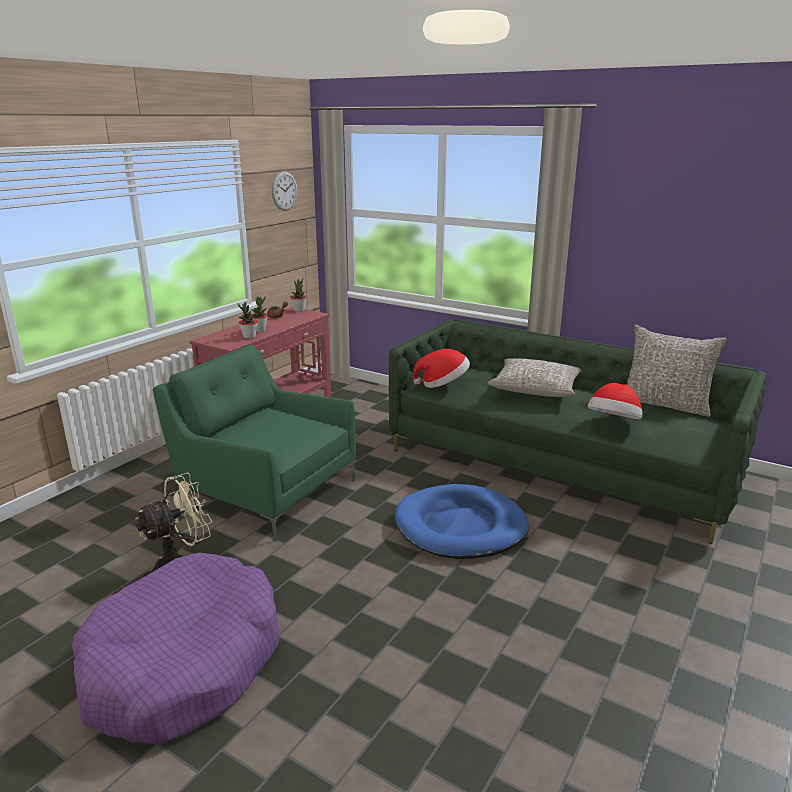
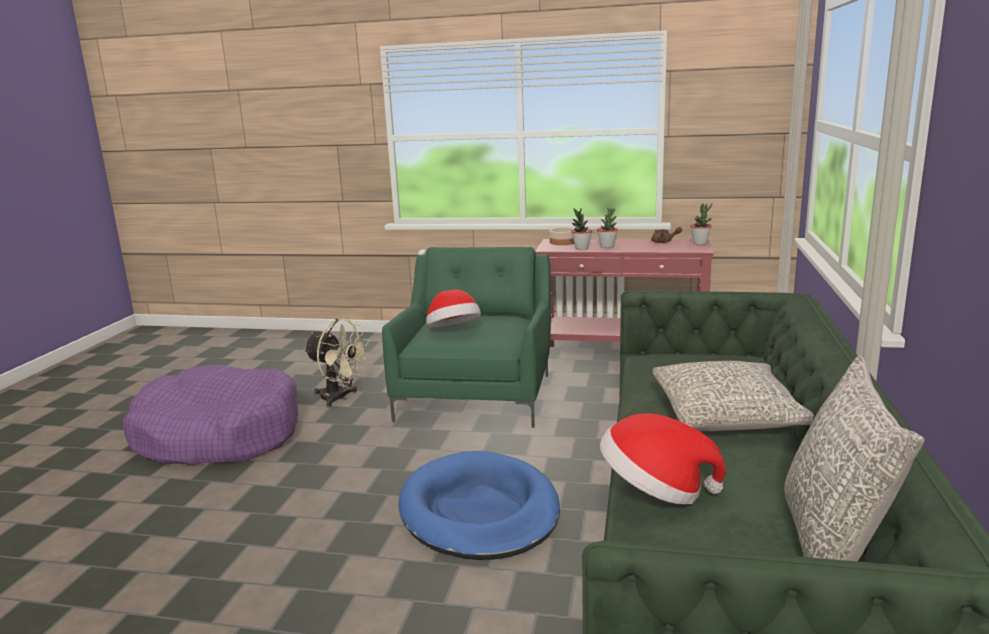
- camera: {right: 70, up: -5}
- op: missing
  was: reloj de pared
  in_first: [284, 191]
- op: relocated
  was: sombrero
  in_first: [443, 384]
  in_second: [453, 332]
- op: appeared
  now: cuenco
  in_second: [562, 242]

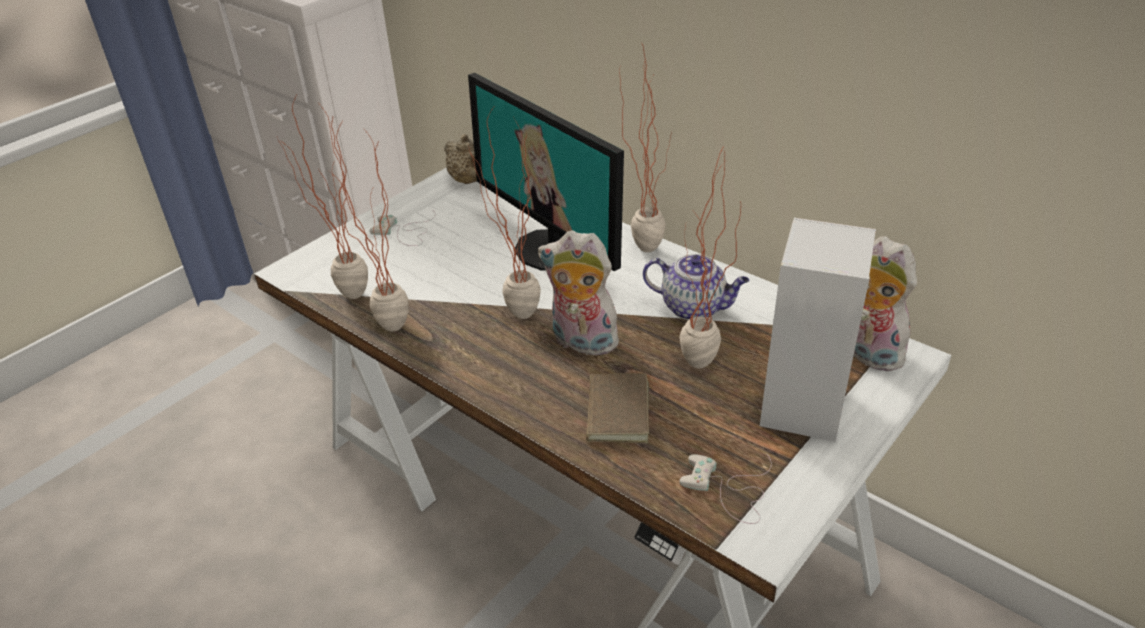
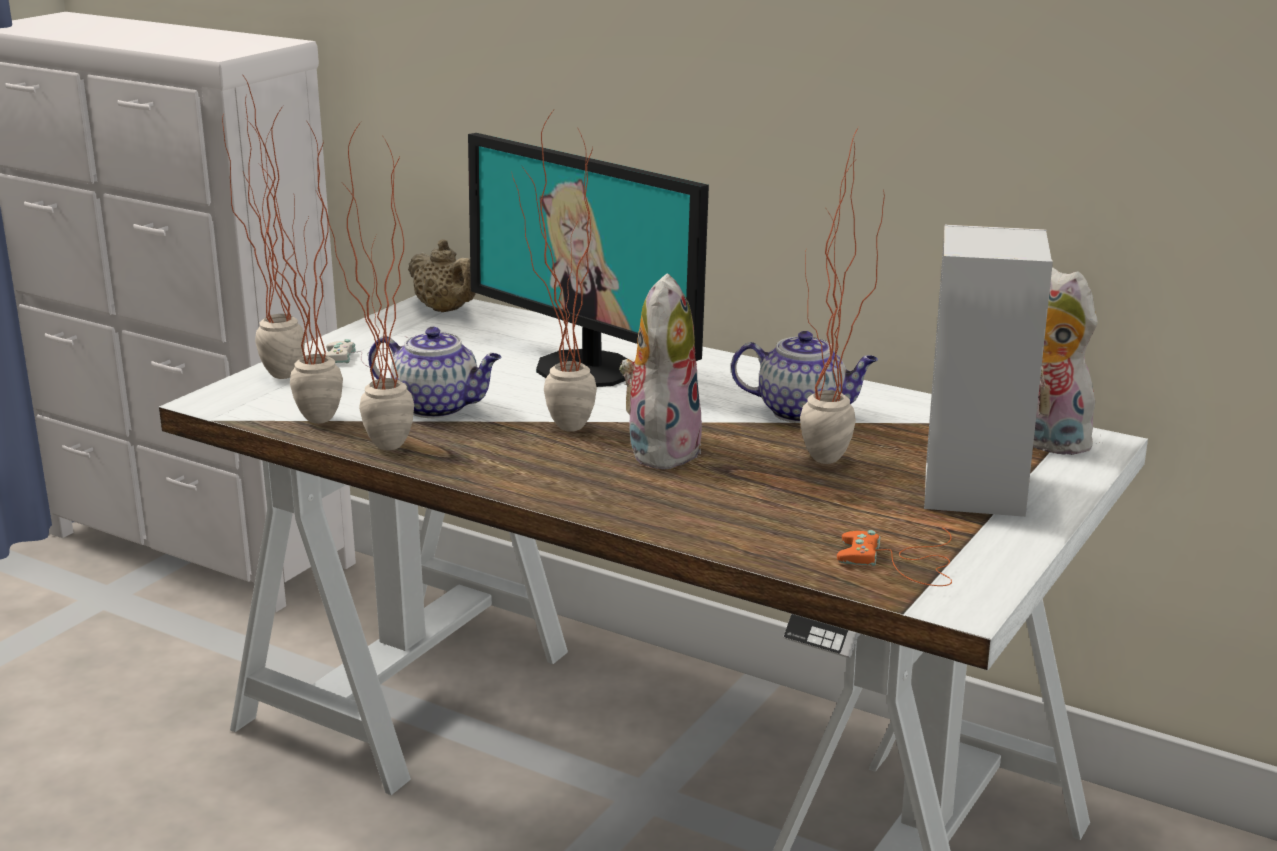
- camera: {right: -10, up: -15}
- op: spun
  was: peluche
  in_first: [581, 342]
  in_second: [660, 449]
  clockwise: 90
- op: missing
  was: libro/marrón
  in_first: [614, 411]
- op: relocated
  was: planta en maceta
  in_first: [643, 243]
  in_second: [279, 370]
- op: colour
  was: mando de consola/blanco
  now: mando de consola/naranja
  in_first: [729, 490]
  in_second: [903, 563]
- op: appeared
  now: tetera
  in_second: [439, 407]

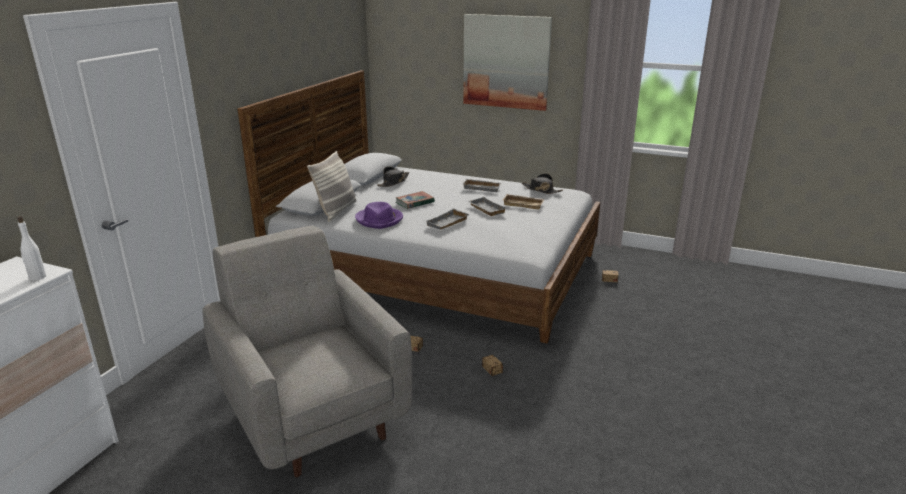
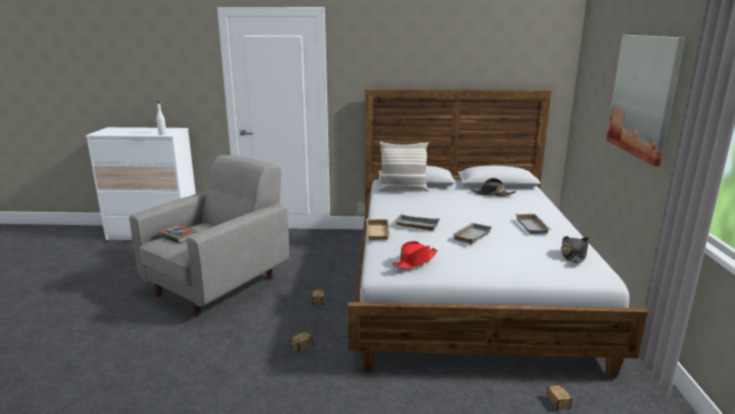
- camera: {right: 70, up: -5}
- op: missing
  was: sombrero/morado
  in_first: [379, 220]
- op: relocated
  was: libro
  in_first: [415, 202]
  in_second: [178, 236]
- op: relocated
  was: bandeja/beis
  in_first: [524, 204]
  in_second: [379, 232]
- op: appeared
  now: sombrero/rojo
  in_second: [415, 261]

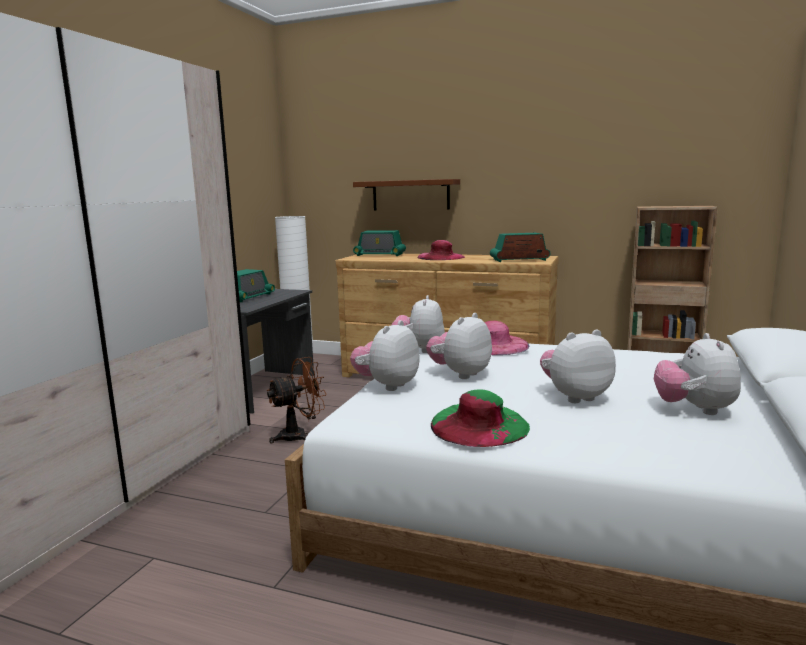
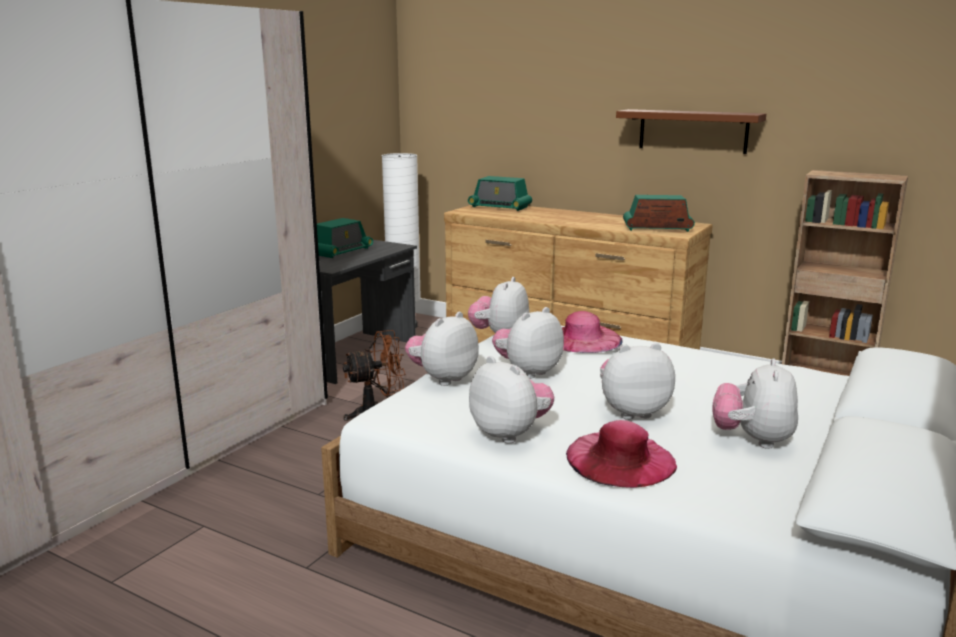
- camera: {right: 10, up: 5}
- op: relocated
  was: estante/marrón
  in_first: [410, 195]
  in_second: [693, 131]
- op: relocated
  was: sombrero/rosa
  in_first: [441, 257]
  in_second: [620, 459]
- op: exchanged
  was: sombrero/verde
  now: peluche
  in_first: [479, 425]
  in_second: [510, 434]

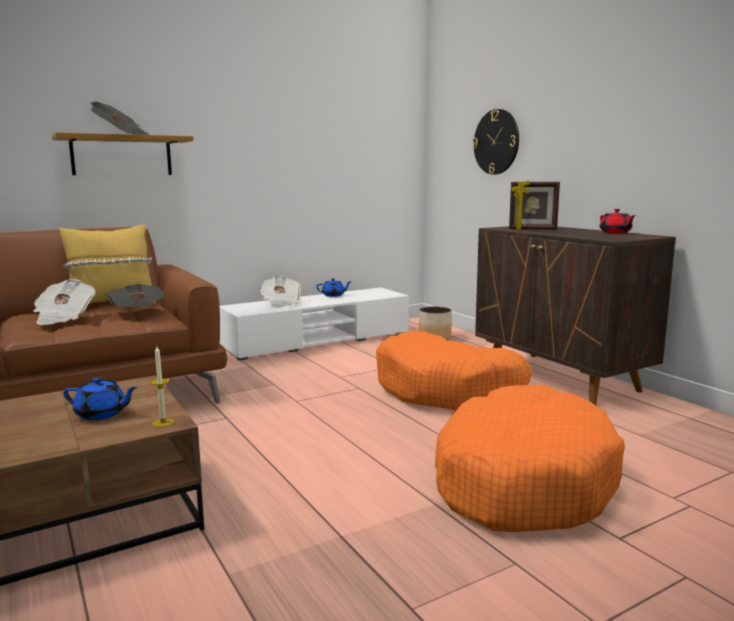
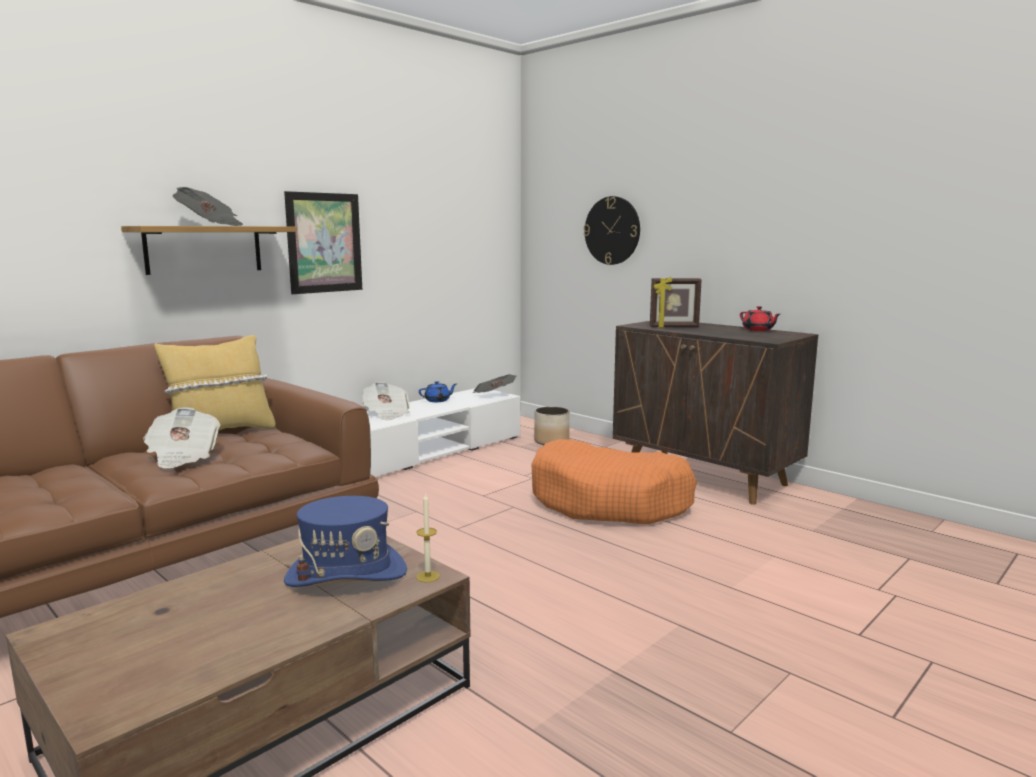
- camera: {right: -15, up: 0}
- op: exchanged
  was: tetera/azul
  now: sombrero/azul
  in_first: [101, 414]
  in_second: [346, 574]
- op: relocated
  was: periódico
  in_first: [137, 312]
  in_second: [494, 396]
- op: missing
  was: cama para perro/naranja
  in_first: [521, 480]
- op: appeared
  now: cuadro
  in_second: [324, 243]

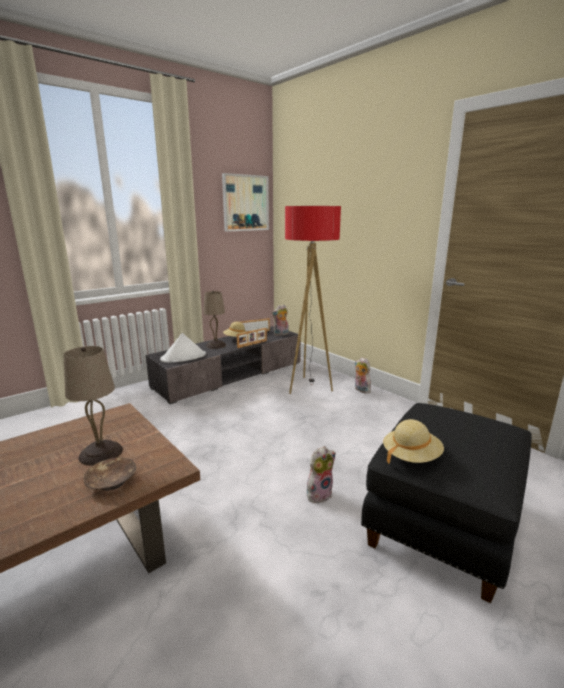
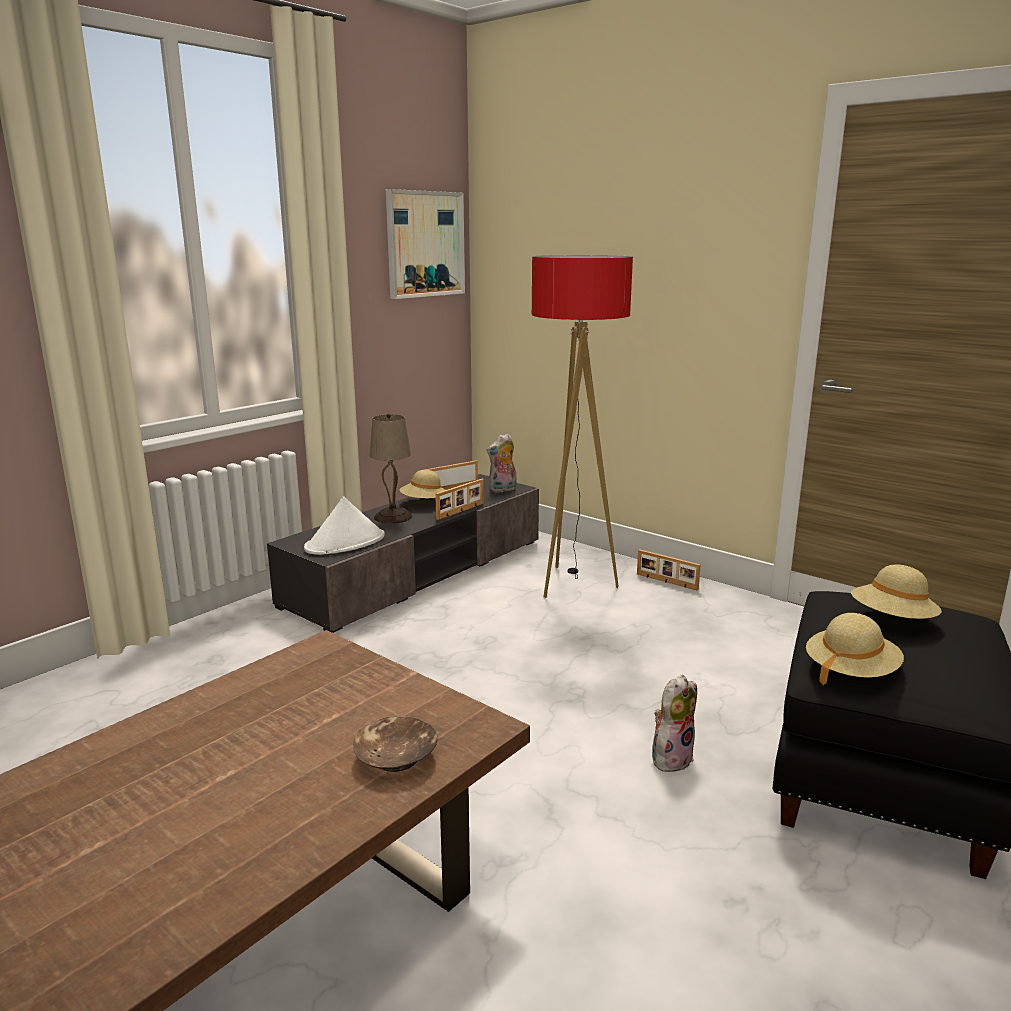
- camera: {right: -10, up: 0}
- op: missing
  was: lámpara de mesa/beis
  in_first: [100, 453]
- op: exchanged
  was: peluche
  now: portarretratos
  in_first: [361, 390]
  in_second: [666, 582]
- op: appeared
  now: sombrero/beis
  in_second: [892, 620]

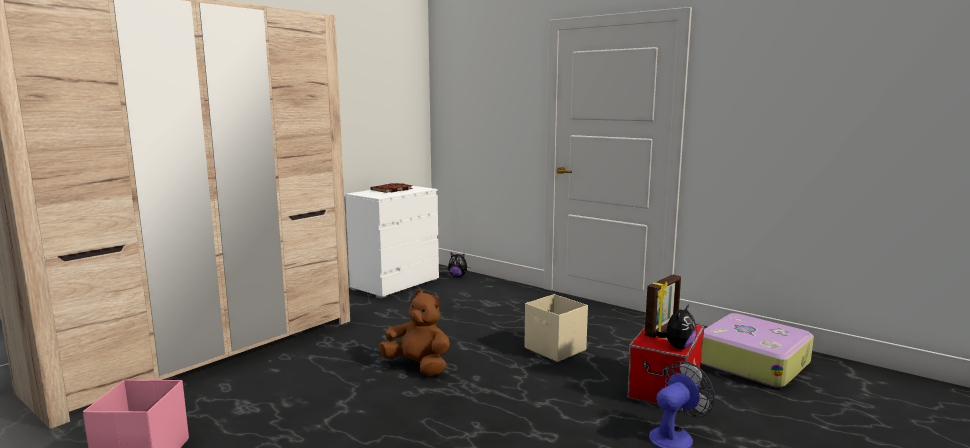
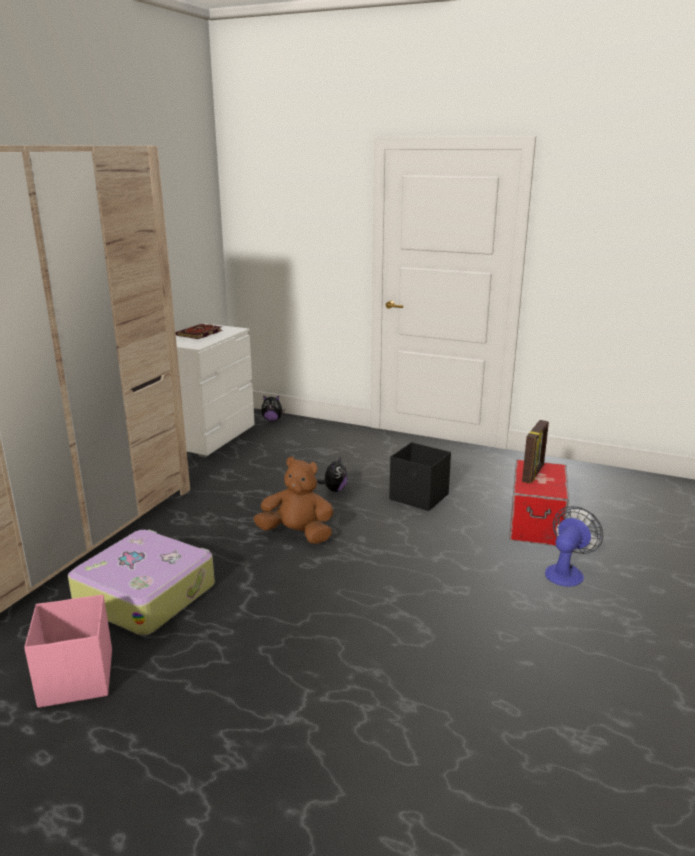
- camera: {right: -15, up: 10}
- op: colour
  was: caja de almacenaje/beis
  now: caja de almacenaje/negro
  in_first: [555, 349]
  in_second: [419, 497]
- op: relocated
  was: peluche
  in_first: [677, 347]
  in_second: [334, 490]
- op: relocated
  was: maleta
  in_first: [752, 362]
  in_second: [146, 594]

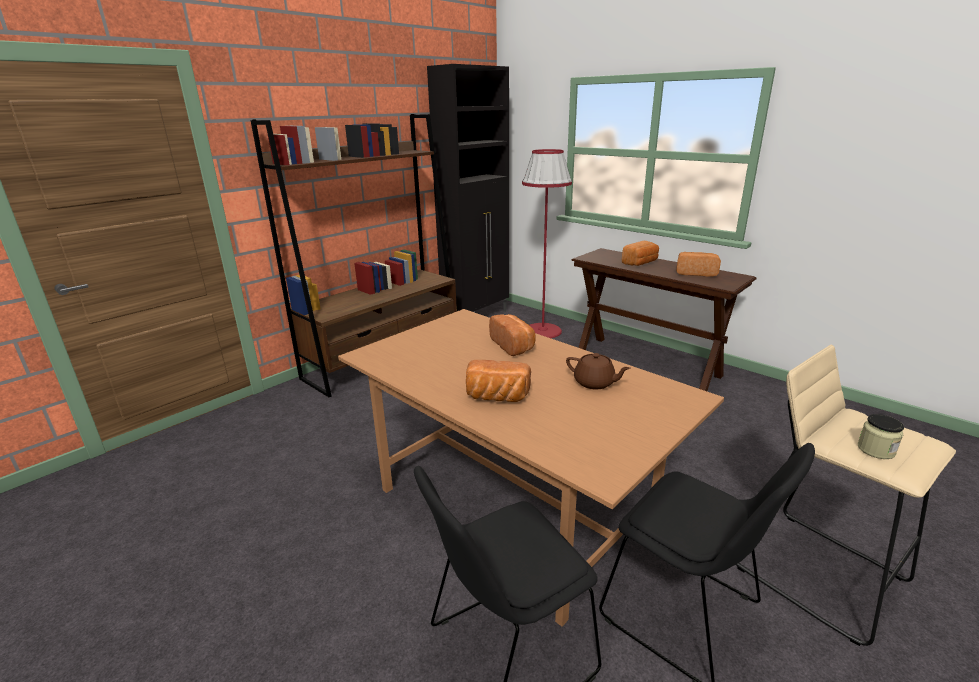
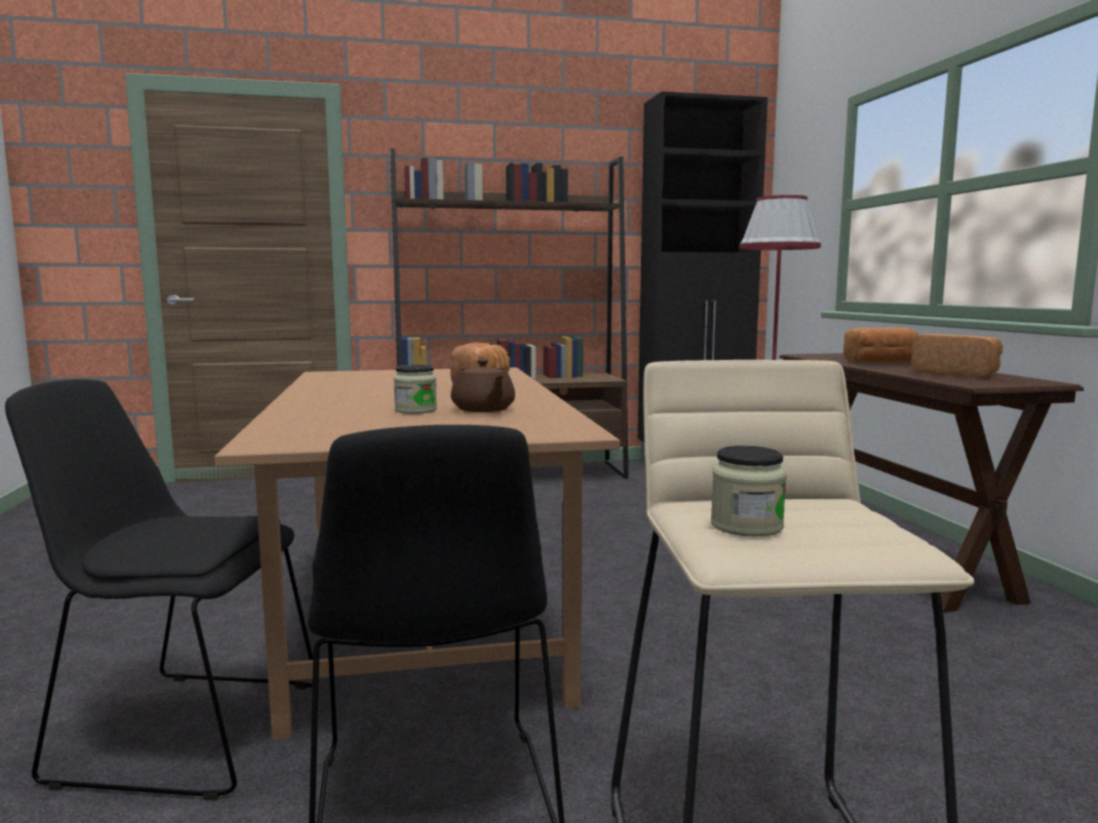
- camera: {right: 35, up: -15}
- op: missing
  was: pan
  in_first: [496, 397]
- op: appeared
  now: tarro
  in_second: [416, 410]

